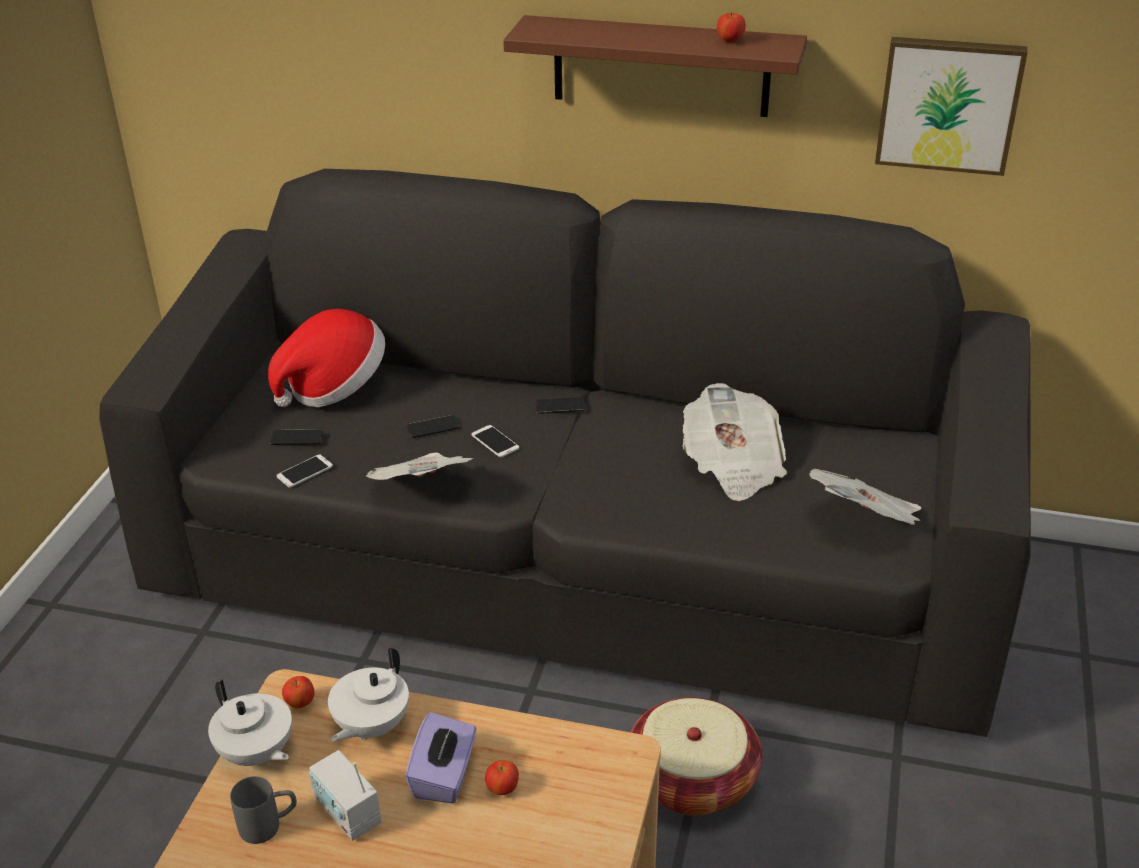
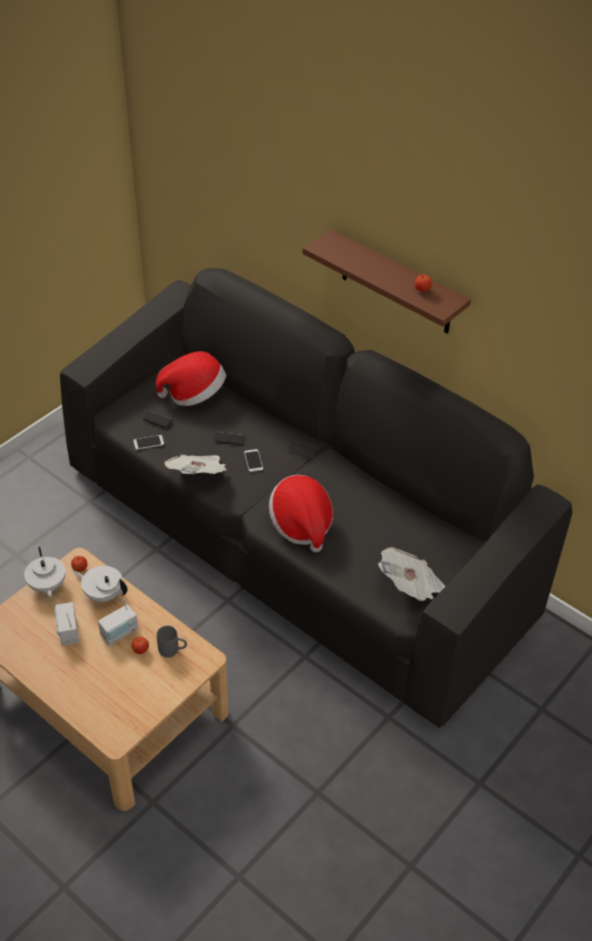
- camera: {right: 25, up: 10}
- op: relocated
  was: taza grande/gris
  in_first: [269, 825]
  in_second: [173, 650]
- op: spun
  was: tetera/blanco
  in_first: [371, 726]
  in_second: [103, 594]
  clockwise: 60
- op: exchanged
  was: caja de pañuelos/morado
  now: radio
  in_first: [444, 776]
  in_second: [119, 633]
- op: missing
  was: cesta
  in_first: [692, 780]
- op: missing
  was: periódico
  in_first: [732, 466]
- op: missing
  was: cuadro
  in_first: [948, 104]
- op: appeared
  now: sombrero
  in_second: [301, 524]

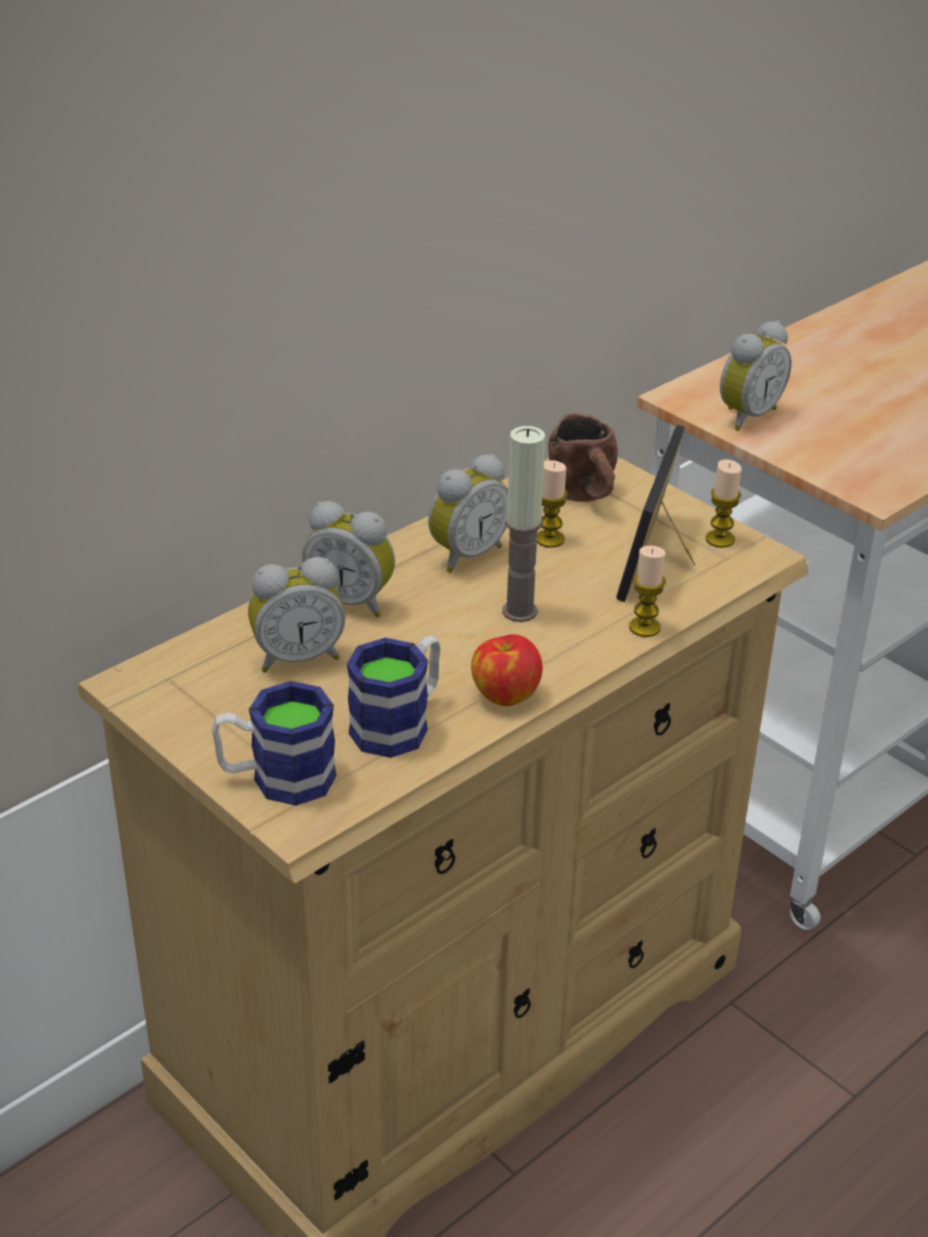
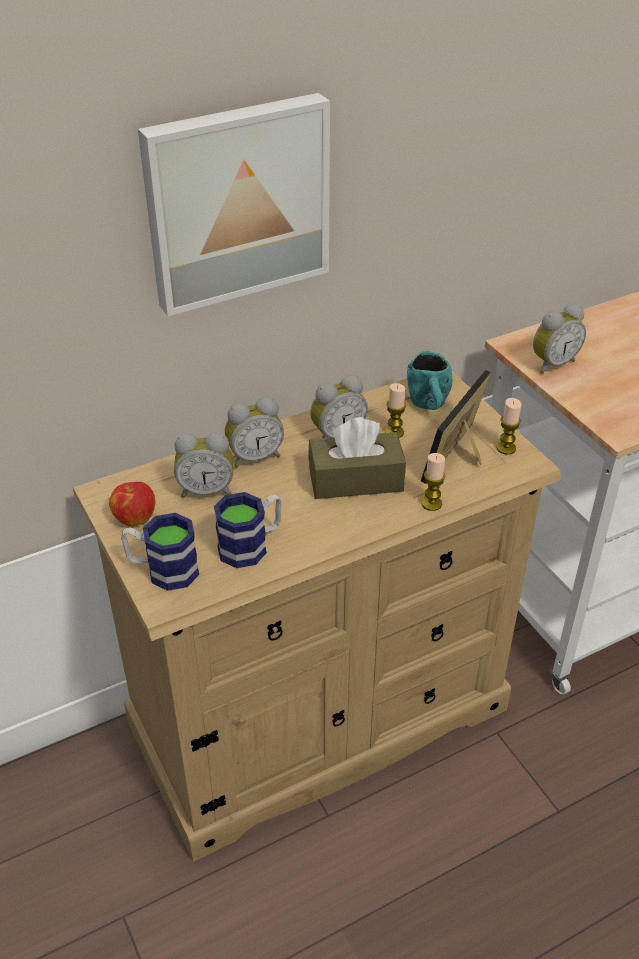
- camera: {right: 15, up: 5}
- op: spun
  was: despertador
  in_first: [352, 601]
  in_second: [254, 457]
  clockwise: -60
- op: relocated
  was: manzana
  in_first: [505, 695]
  in_second: [135, 518]
- op: exchanged
  was: vela
  now: caja de pañuelos/marrón
  in_first: [519, 611]
  in_second: [355, 480]
- op: colour
  was: taza grande/marrón
  now: taza grande/turquesa
  in_first: [587, 498]
  in_second: [430, 406]
- op: appeared
  now: cuadro
  in_second: [236, 202]

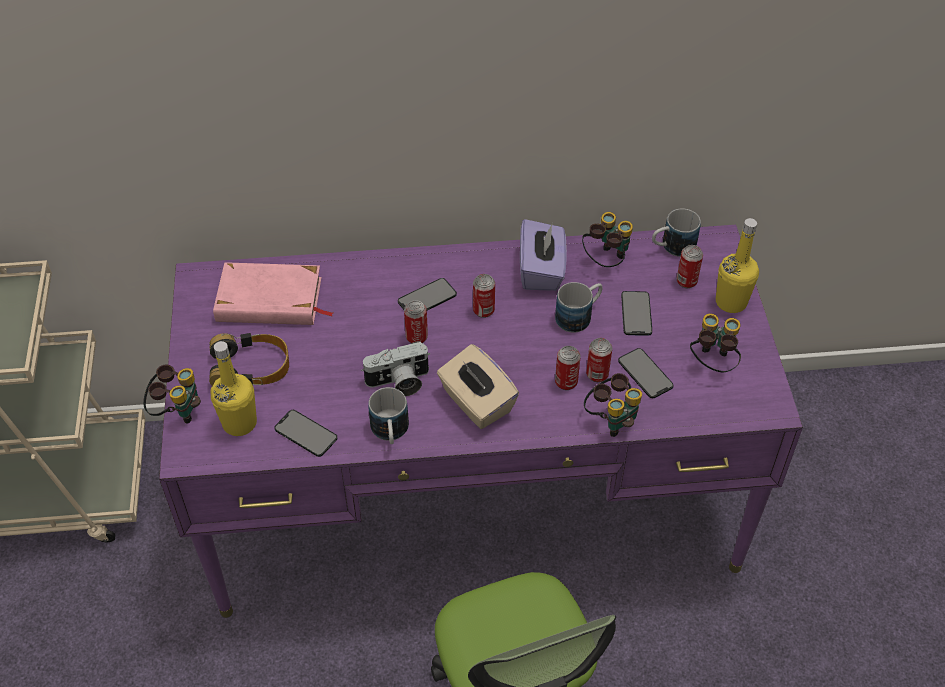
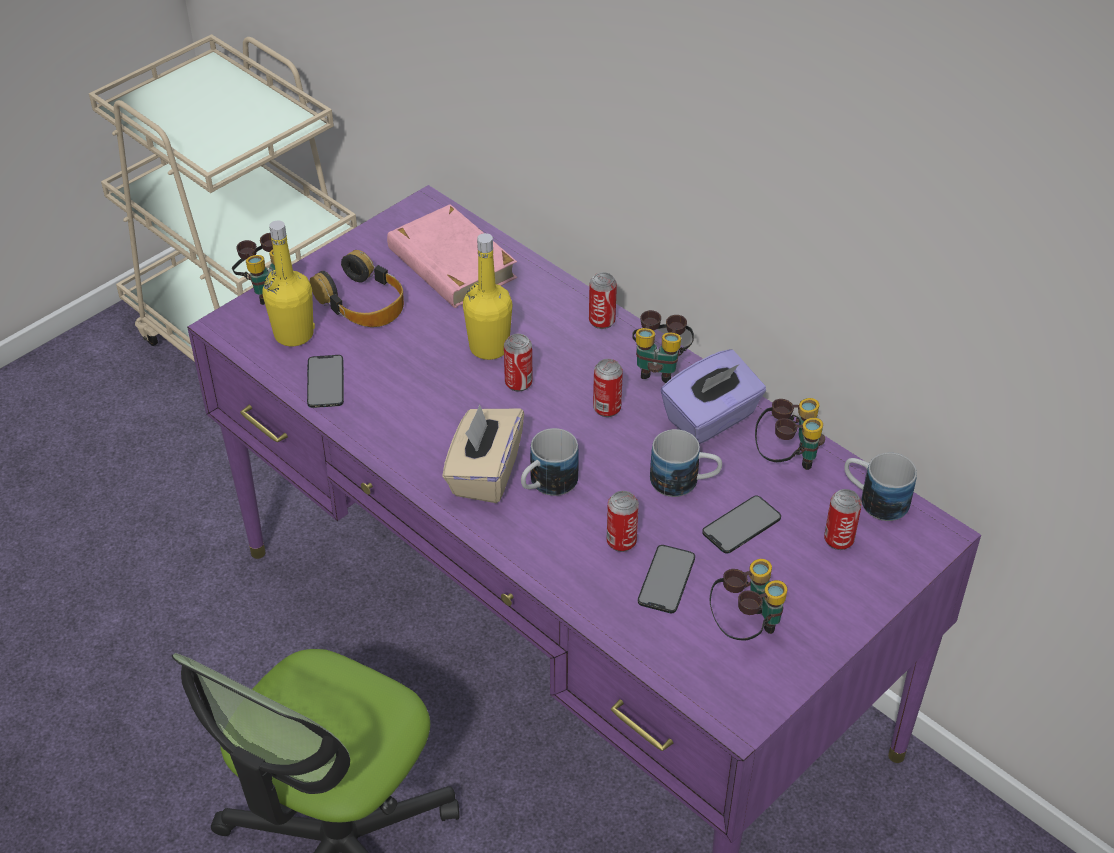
- camera: {right: 50, up: -5}
- op: missing
  was: cámara
  in_first: [399, 382]
- op: relocated
  was: taza grande
  in_first: [390, 433]
  in_second: [546, 485]
- op: missing
  was: móvil
  in_first: [427, 298]
- op: relocated
  was: lata
  in_first: [566, 382]
  in_second: [602, 321]
- op: relocated
  was: prismáticos
  in_first: [611, 419]
  in_second: [659, 367]
- op: relocated
  was: botella/amarillo
  in_first: [731, 302]
  in_second: [489, 347]

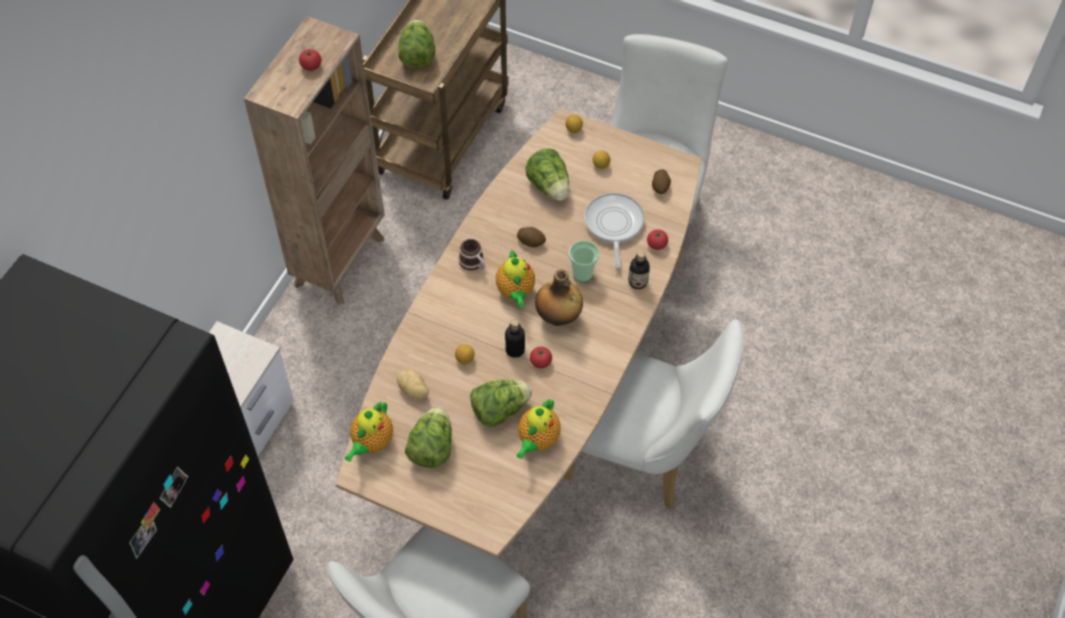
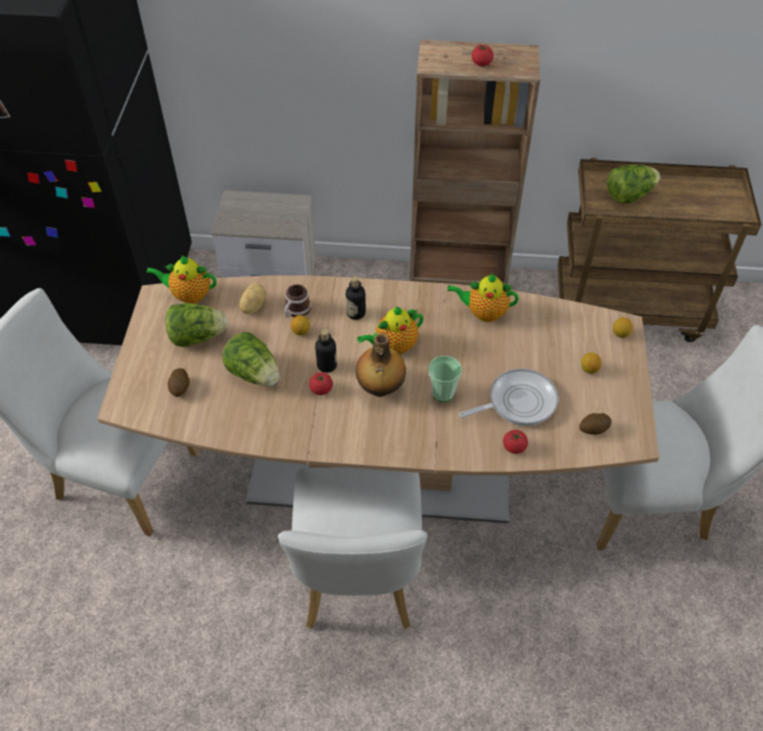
- camera: {right: 70, up: -5}
- op: relocated
  was: taza grande
  in_first: [473, 263]
  in_second: [296, 311]
- op: relocated
  was: patata
  in_first: [531, 241]
  in_second: [180, 388]
- op: relocated
  was: tetera
  in_first: [537, 440]
  in_second: [483, 313]
- op: missing
  was: lechuga
  in_first: [549, 186]
- op: relocated
  was: botella
  in_first: [637, 282]
  in_second: [356, 313]

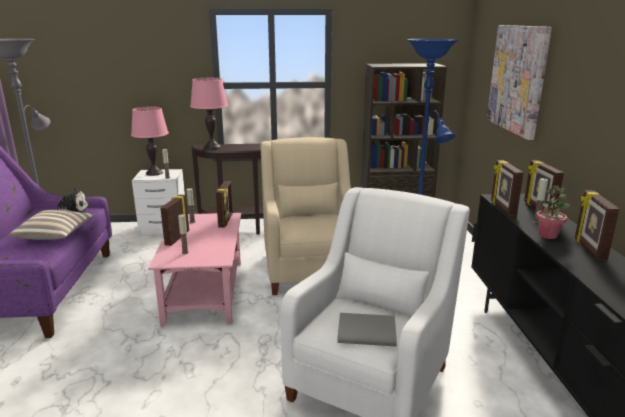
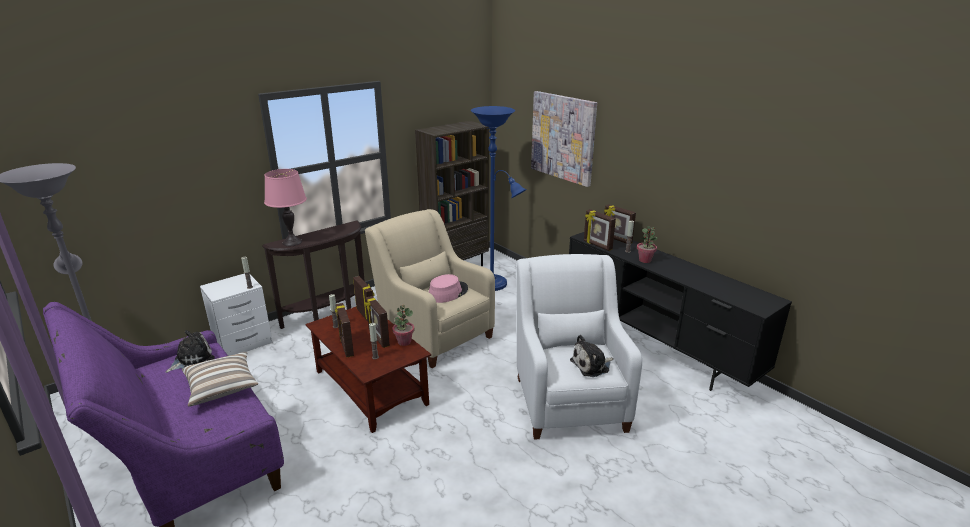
- camera: {right: -35, up: 5}
- op: missing
  was: lámpara de mesa/rosa
  in_first: [154, 173]
- op: colour
  was: mesa de centro/rosa
  now: mesa de centro/marrón
  in_first: [204, 291]
  in_second: [370, 387]
- op: exchanged
  was: libro/gris
  now: peluche
  in_first: [368, 332]
  in_second: [592, 365]
- op: relocated
  was: portarretratos
  in_first: [589, 249]
  in_second: [378, 338]
- op: appeared
  now: planta en maceta
  in_second: [404, 342]
- op: appeared
  now: sombrero/rosa
  in_second: [448, 292]

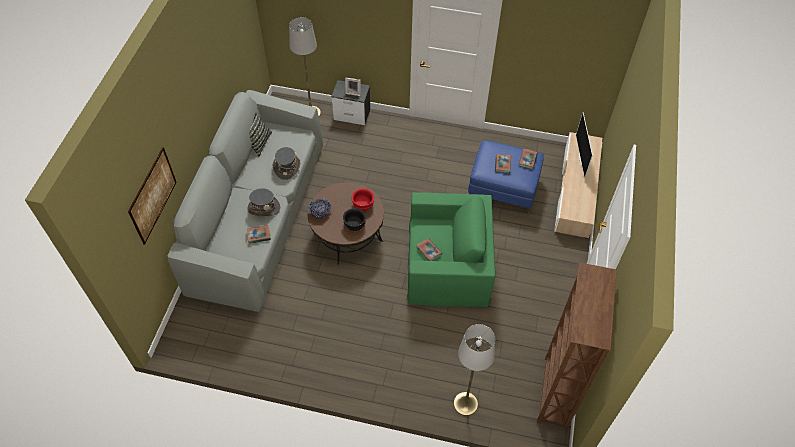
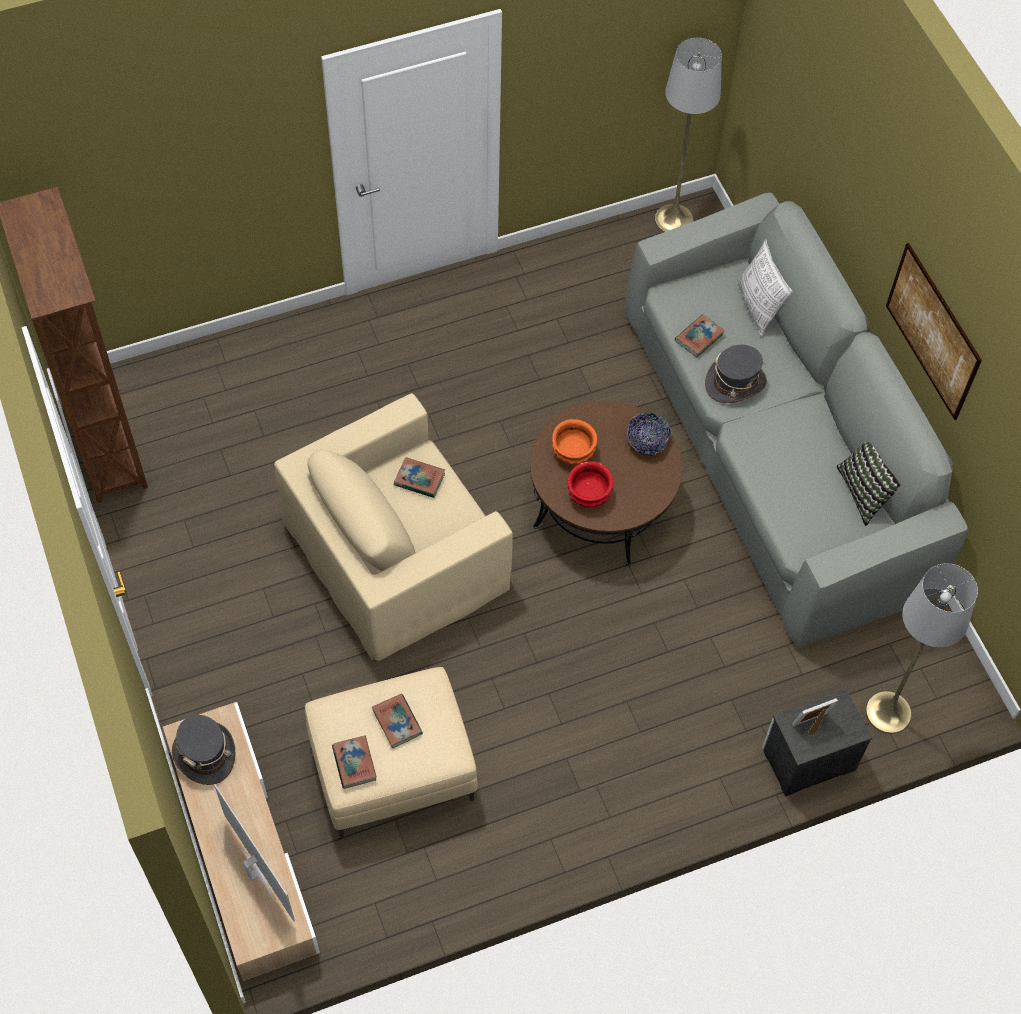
- camera: {right: 145, up: 5}
- op: relocated
  was: cuadro
  in_first: [153, 195]
  in_second: [932, 331]
- op: relocated
  was: sombrero/gris
  in_first: [287, 167]
  in_second: [205, 753]
- op: colour
  was: cuenco/negro
  now: cuenco/naranja
  in_first: [354, 224]
  in_second: [573, 452]
- op: colour
  was: sillón/verde
  now: sillón/beis
  in_first: [448, 264]
  in_second: [396, 552]
- op: relocated
  was: lámpara de pie/gris
  in_first: [465, 404]
  in_second: [673, 219]
- op: colour
  was: puf/azul
  now: puf/beis
  in_first: [503, 187]
  in_second: [392, 768]
- op: appeared
  now: cojín
  in_second: [758, 307]

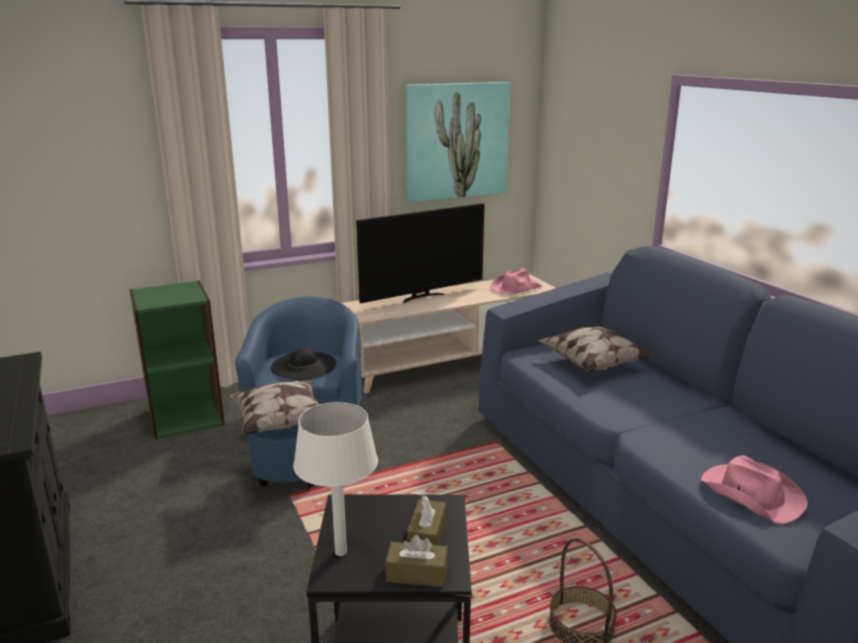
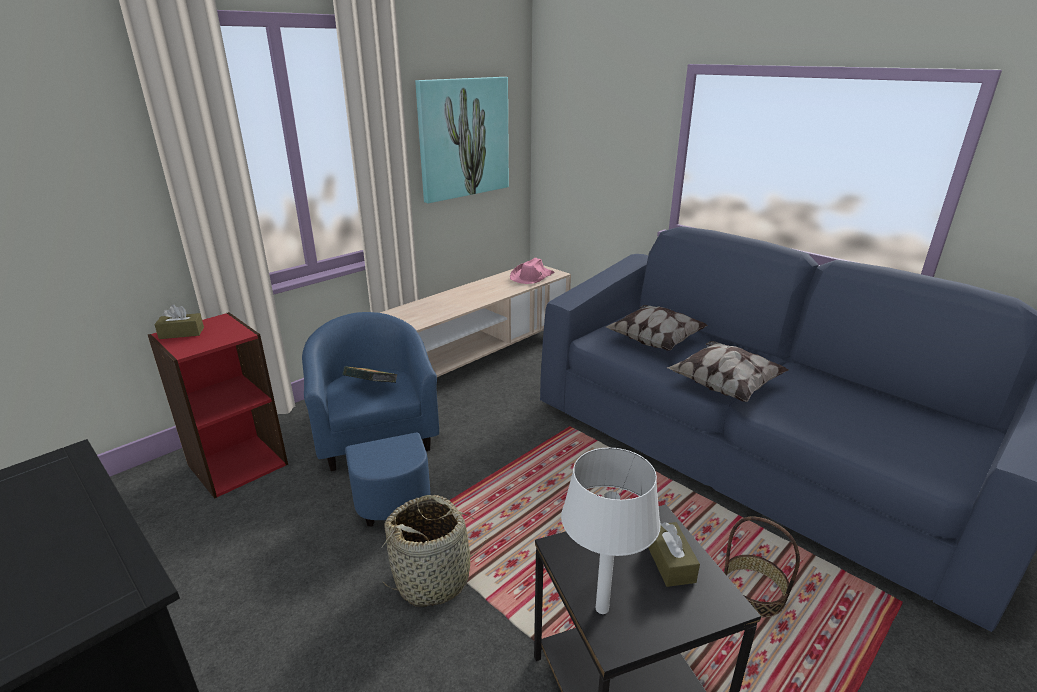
- camera: {right: -20, up: 5}
- op: colour
  was: estantería/verde
  now: estantería/rojo
  in_first: [186, 417]
  in_second: [237, 464]
- op: relocated
  was: cojín
  in_first: [281, 422]
  in_second: [724, 386]
- op: exchanged
  was: sombrero/negro
  now: libro
  in_first: [303, 366]
  in_second: [371, 387]
- op: missing
  was: televisor
  in_first: [422, 297]
- op: relocated
  was: caja de pañuelos/marrón
  in_first: [417, 574]
  in_second: [181, 333]
- op: missing
  was: sombrero/rosa
  in_first: [751, 493]
- op: appeared
  now: cesta
  in_second: [433, 578]

